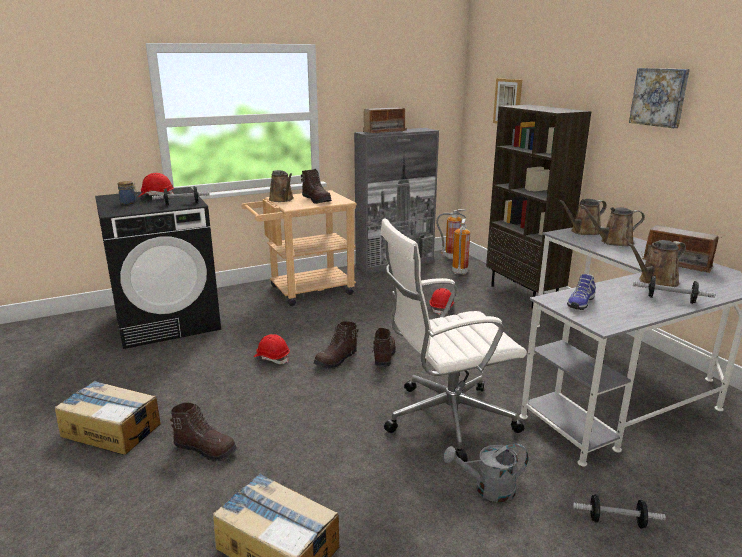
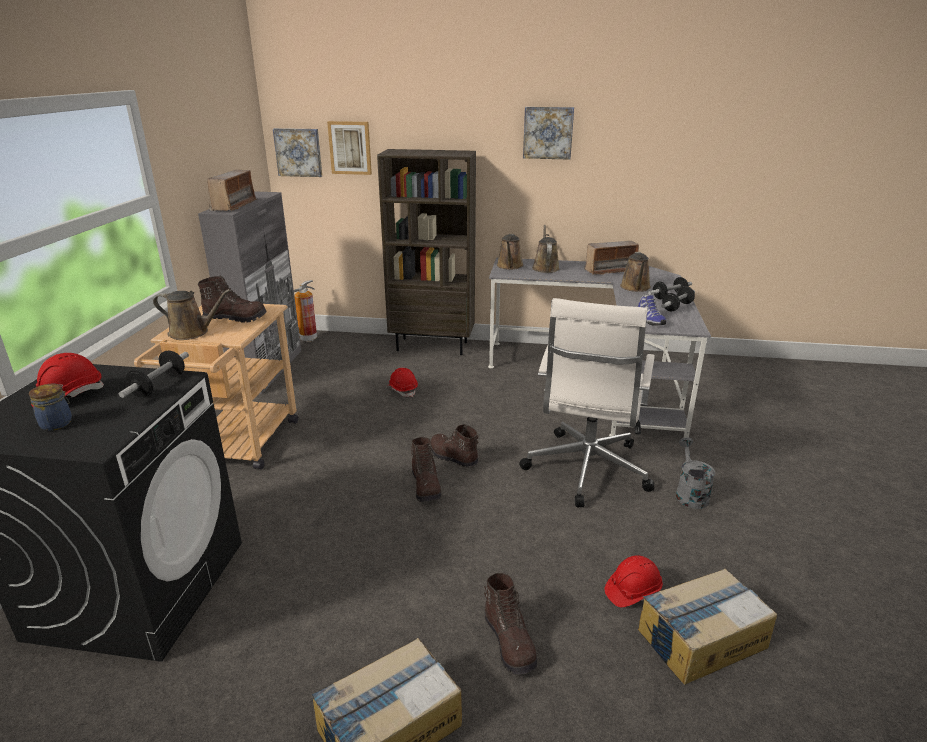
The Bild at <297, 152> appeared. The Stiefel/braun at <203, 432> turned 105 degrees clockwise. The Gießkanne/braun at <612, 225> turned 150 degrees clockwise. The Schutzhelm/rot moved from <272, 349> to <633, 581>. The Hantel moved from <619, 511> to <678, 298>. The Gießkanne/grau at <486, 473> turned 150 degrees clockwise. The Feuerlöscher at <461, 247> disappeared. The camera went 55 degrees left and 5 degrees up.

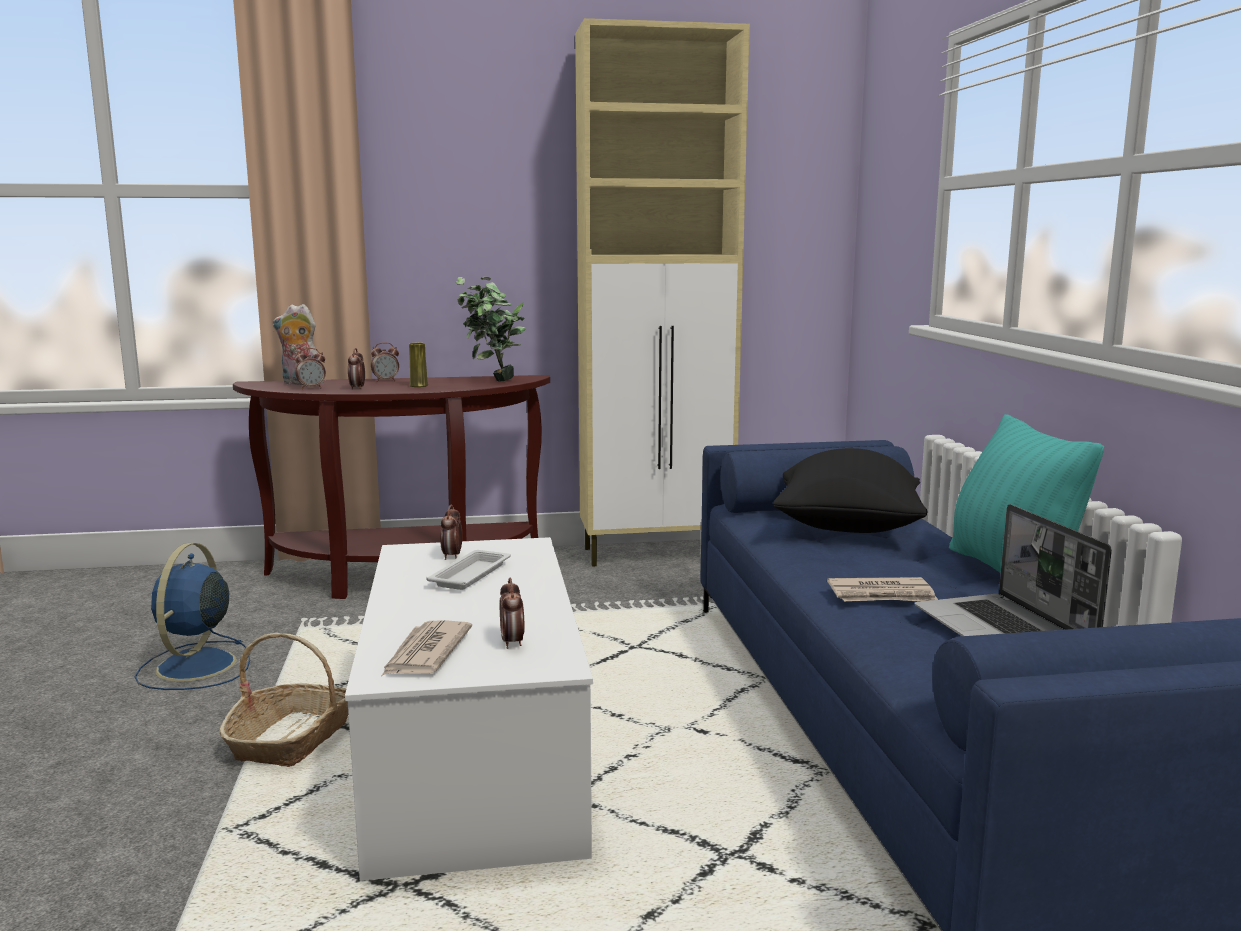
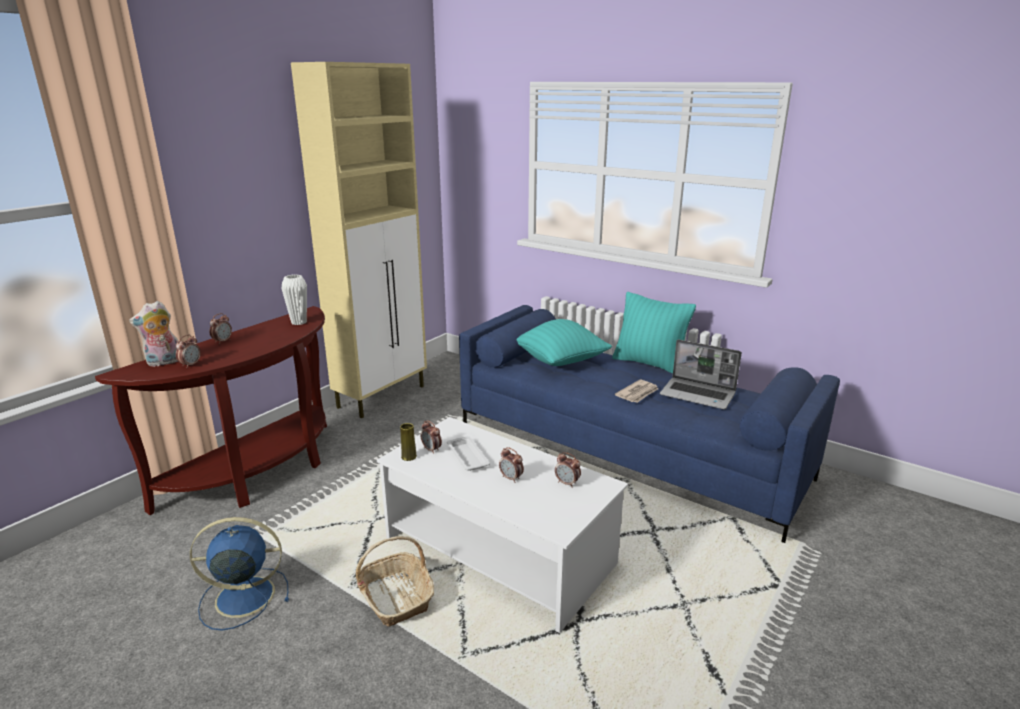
The Ventilator/blau at <192, 616> turned 120 degrees clockwise. The Topfpflanze at <491, 329> was replaced by the Vase/weiß at <294, 299>. The Vase/gelb moved from <418, 365> to <408, 442>. The Wecker moved from <356, 369> to <511, 465>. The Kissen/schwarz at <850, 490> became the Kissen/türkis at <564, 342>. The Zeitung at <427, 647> disappeared. The camera went 45 degrees left and 10 degrees up.

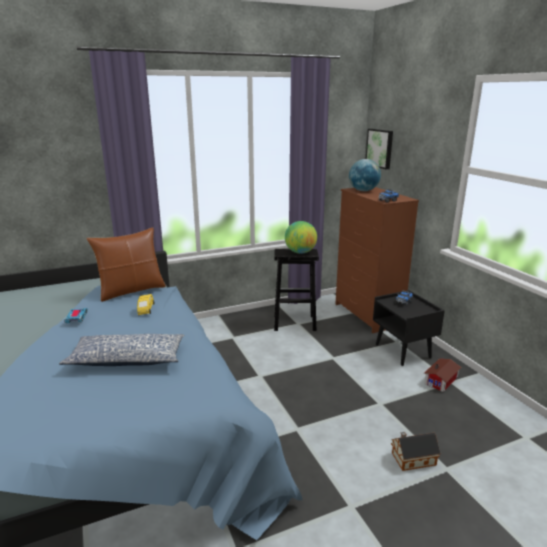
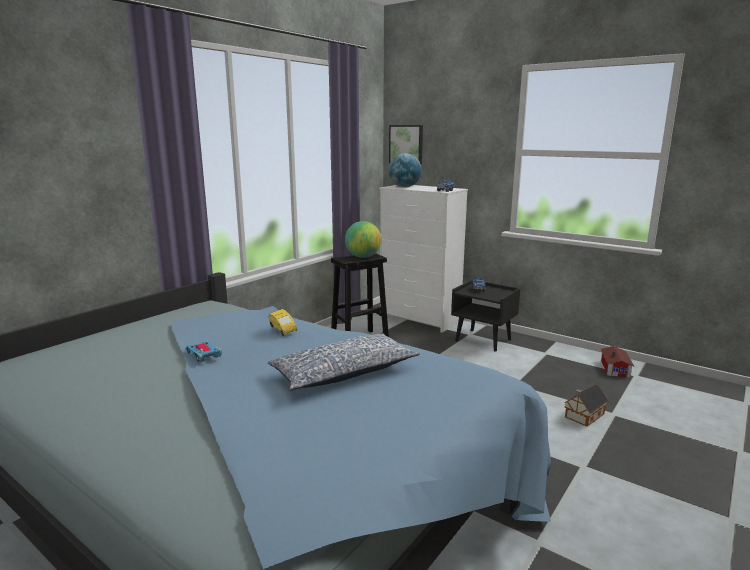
The Kommode/braun at <377, 260> became the Kommode/weiß at <423, 259>. The Spielzeughaus moved from <442, 375> to <617, 362>. The Kissen/braun at <126, 264> disappeared. The camera went 30 degrees left and 5 degrees down.

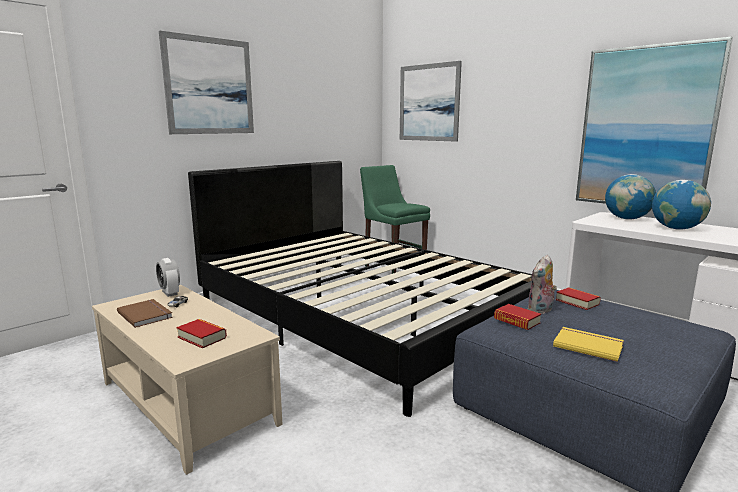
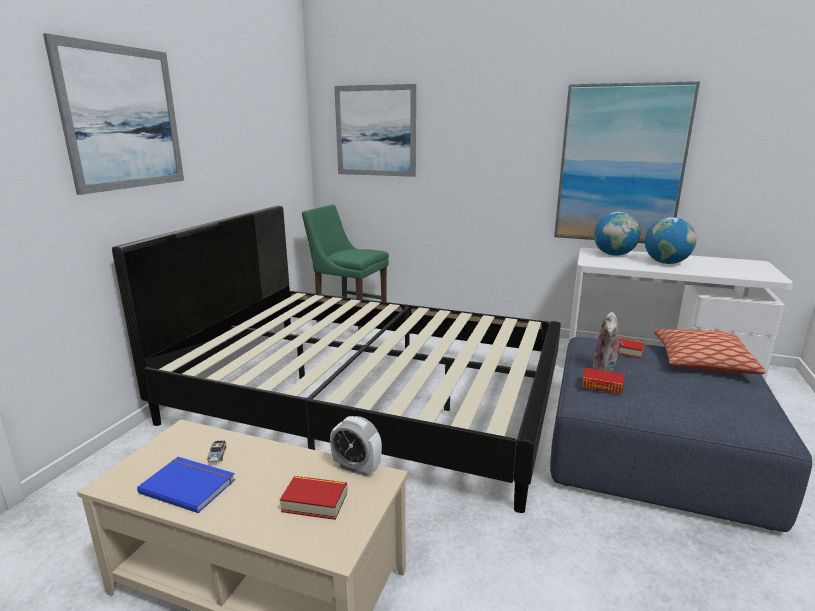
The Buch/braun at <145, 313> became the Buch/blau at <186, 485>. The Wecker moved from <168, 277> to <356, 446>. The Kissen at <710, 351> appeared. The Buch/gelb at <588, 344> disappeared. The camera went 25 degrees left and 5 degrees up.

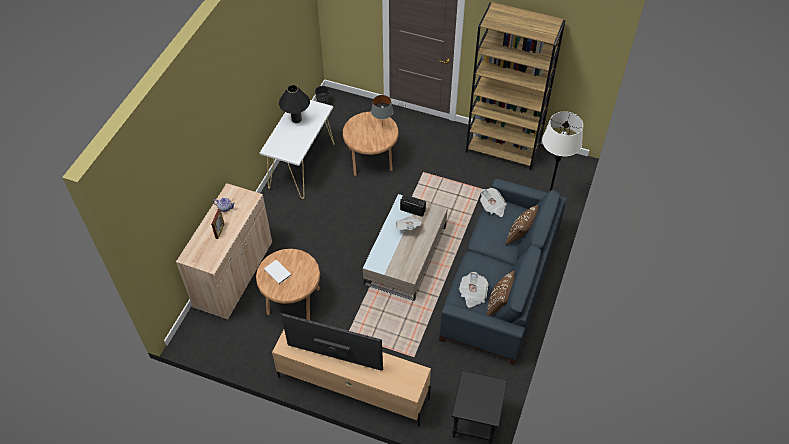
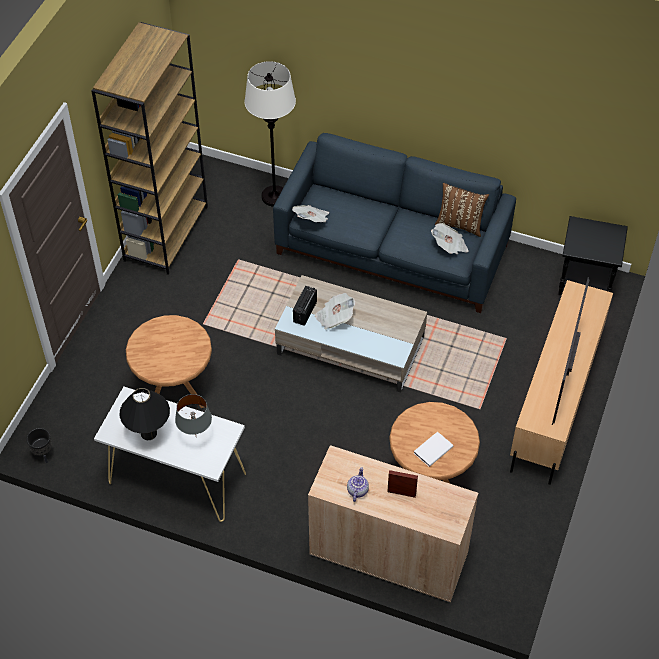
The Tischlampe/grau moved from <382, 110> to <193, 414>. The Kissen/braun at <522, 225> disappeared. The camera went 90 degrees left and 0 degrees up.

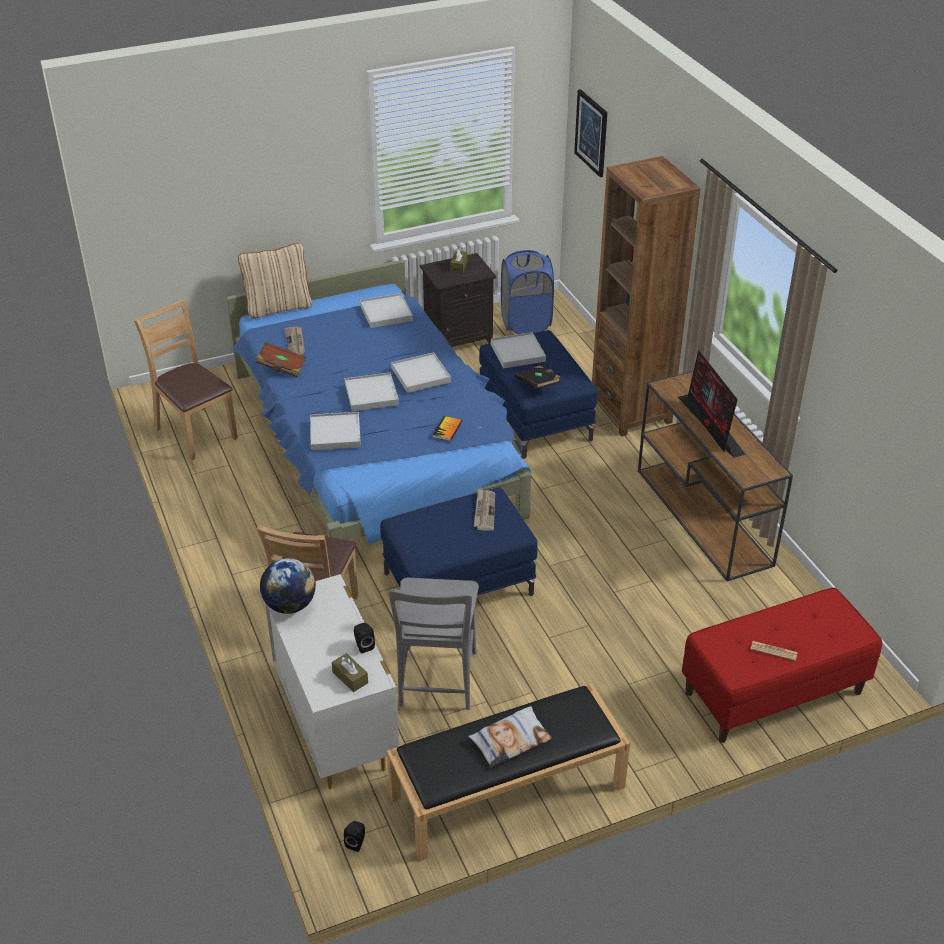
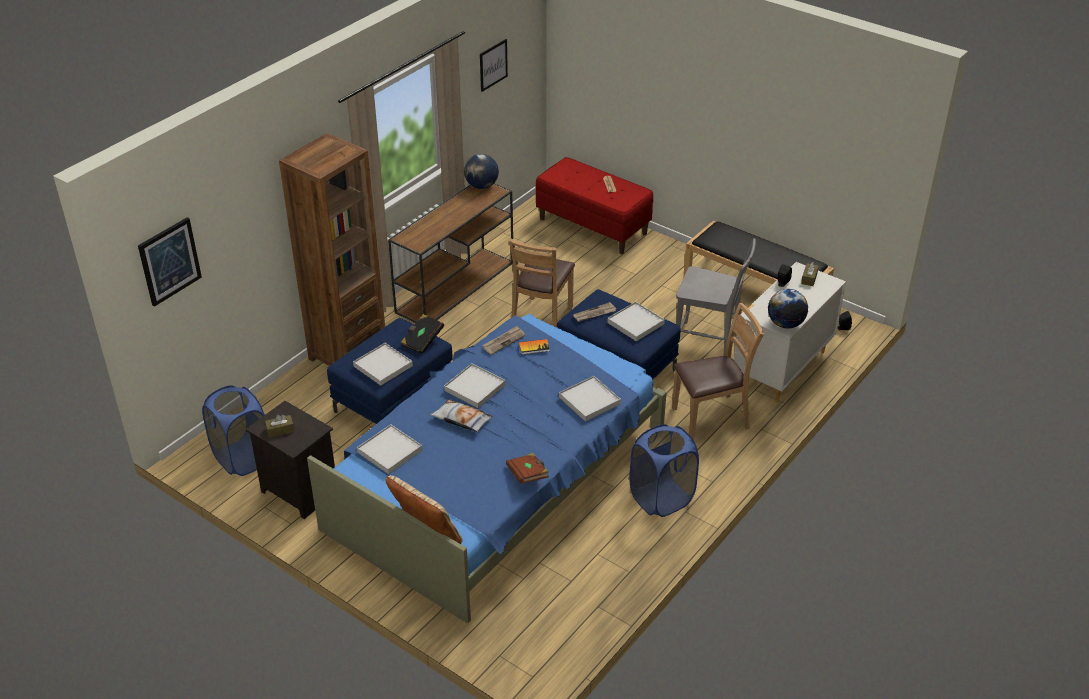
The Kissen moved from <510, 736> to <462, 416>. The Globus at <481, 171> appeared. The Bild at <494, 65> appeared. The Zeitung moved from <294, 341> to <504, 340>. The Stuhl/braun moved from <186, 380> to <542, 282>. The Tablett/weiß moved from <371, 391> to <636, 321>. The Wäschekorb/blau at <664, 470> appeared. The Stuhl/grau at <434, 644> turned 45 degrees clockwise. The Monitor at <712, 404> disappeared. The camera went 120 degrees left and 0 degrees up.

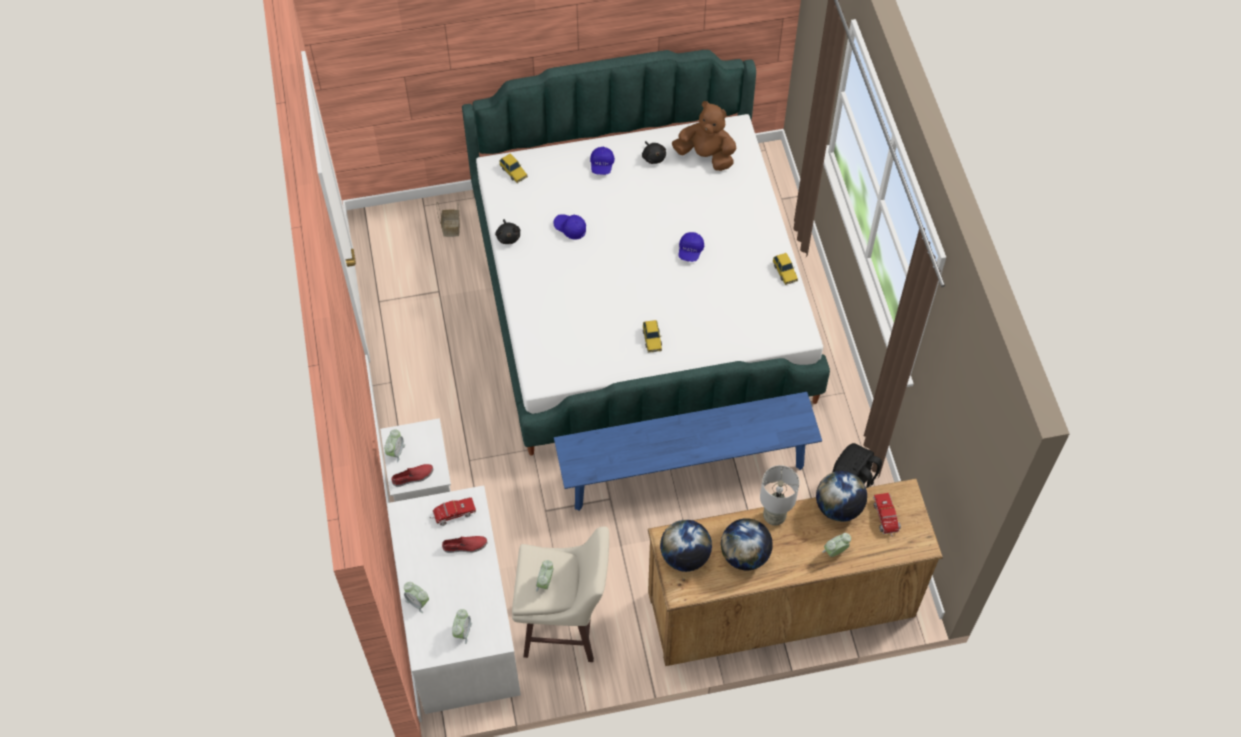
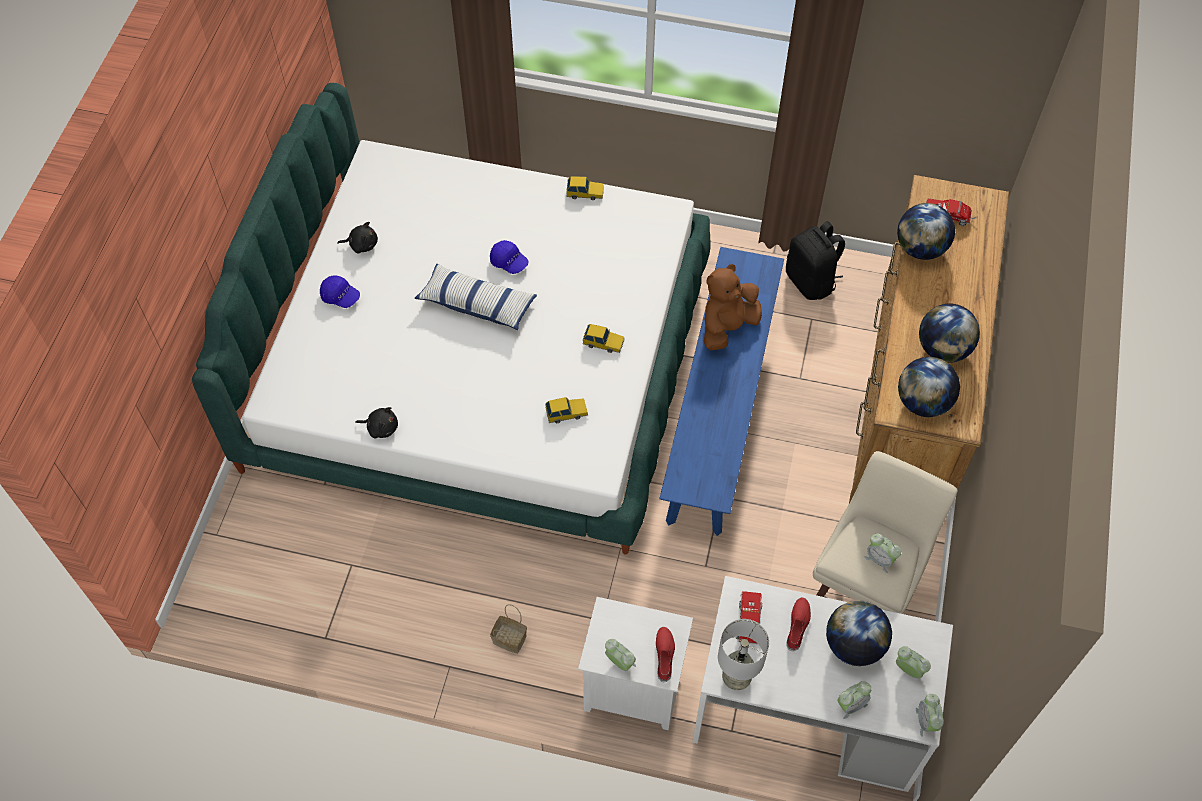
The Kissen at <476, 297> appeared. The Korb moved from <448, 219> to <508, 629>. The Spielzeugauto moved from <513, 168> to <566, 410>. The Plüschtier/braun moved from <704, 136> to <733, 307>. The Tischlampe/grau moved from <779, 495> to <743, 654>. The Globus at <859, 633> appeared. The Wecker moved from <836, 545> to <930, 715>. The Kappe/blau at <569, 227> disappeared. The camera went 65 degrees left and 0 degrees up.

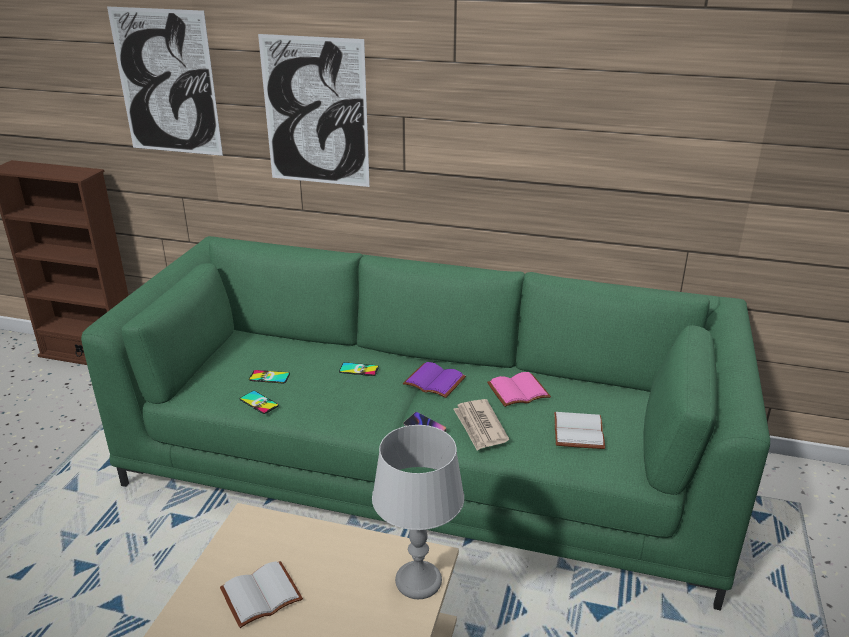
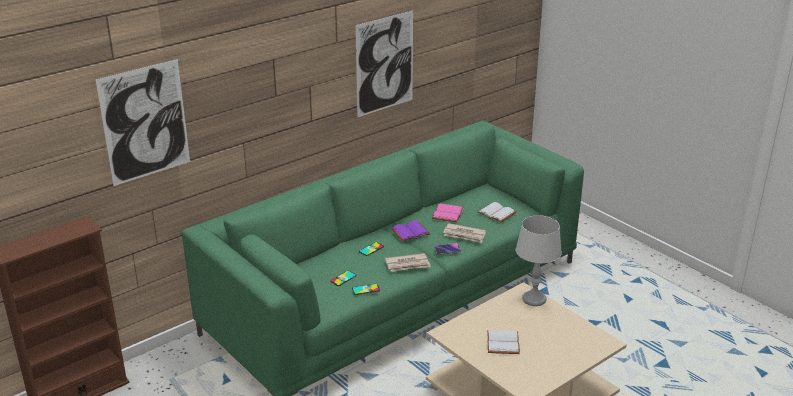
The Bild moved from <314, 110> to <384, 64>. The Zeitung at <408, 262> appeared. The camera went 55 degrees left and 0 degrees up.

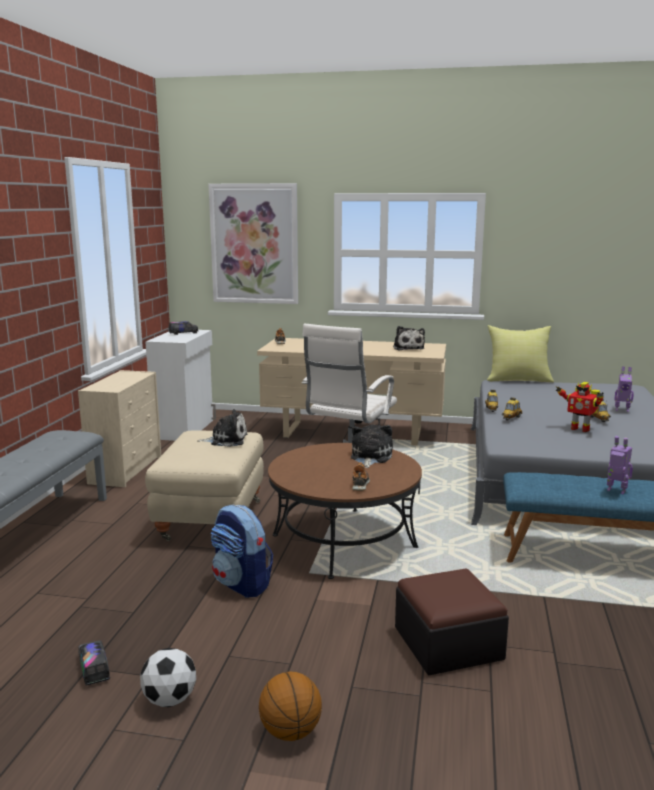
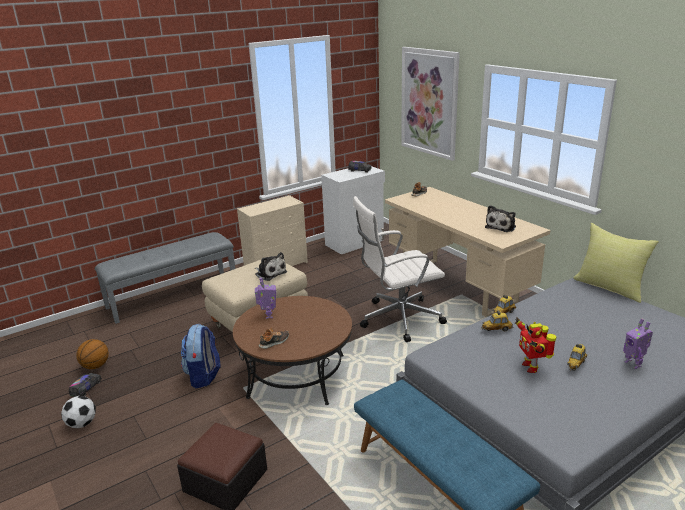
The Basketball moved from <290, 706> to <92, 354>. The Spielzeugroboter moved from <620, 465> to <265, 298>. The Plüschtier at <372, 446> disappeared. The camera went 45 degrees right and 10 degrees up.

